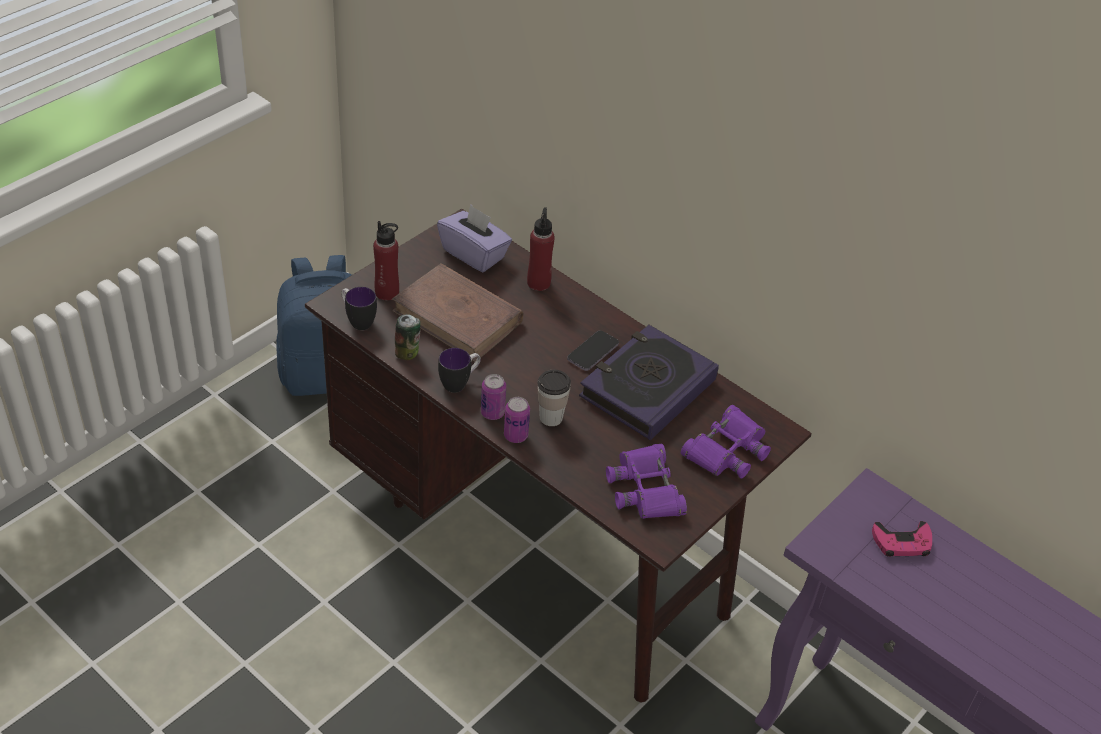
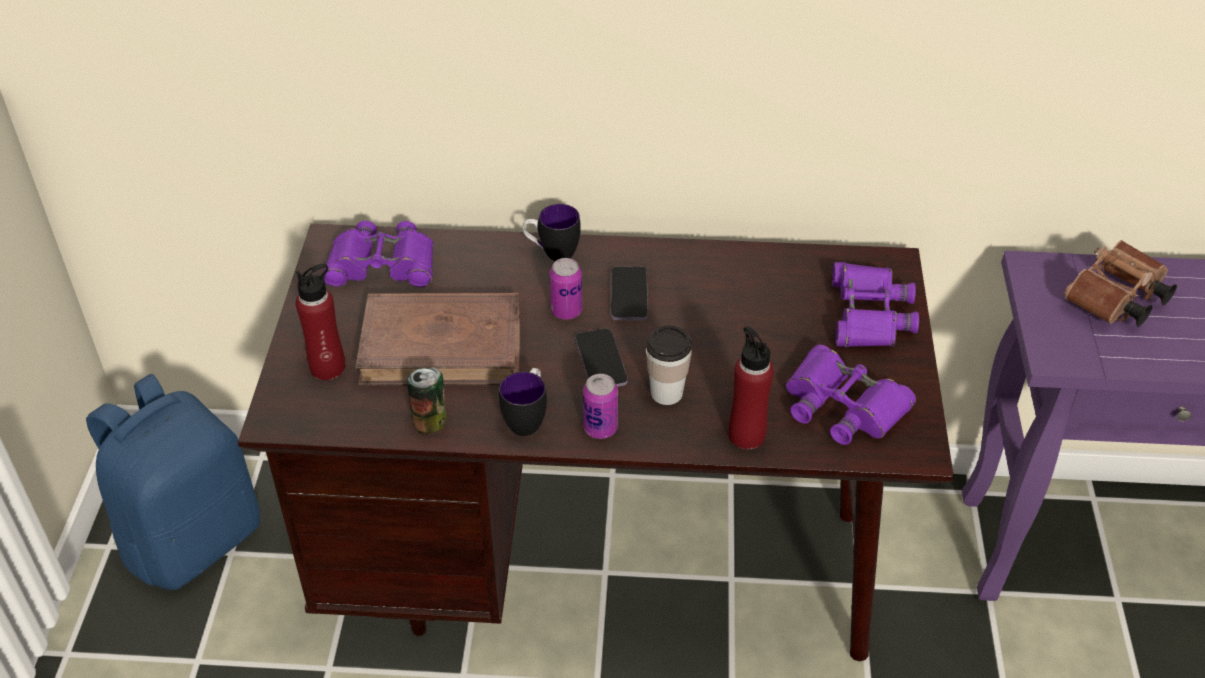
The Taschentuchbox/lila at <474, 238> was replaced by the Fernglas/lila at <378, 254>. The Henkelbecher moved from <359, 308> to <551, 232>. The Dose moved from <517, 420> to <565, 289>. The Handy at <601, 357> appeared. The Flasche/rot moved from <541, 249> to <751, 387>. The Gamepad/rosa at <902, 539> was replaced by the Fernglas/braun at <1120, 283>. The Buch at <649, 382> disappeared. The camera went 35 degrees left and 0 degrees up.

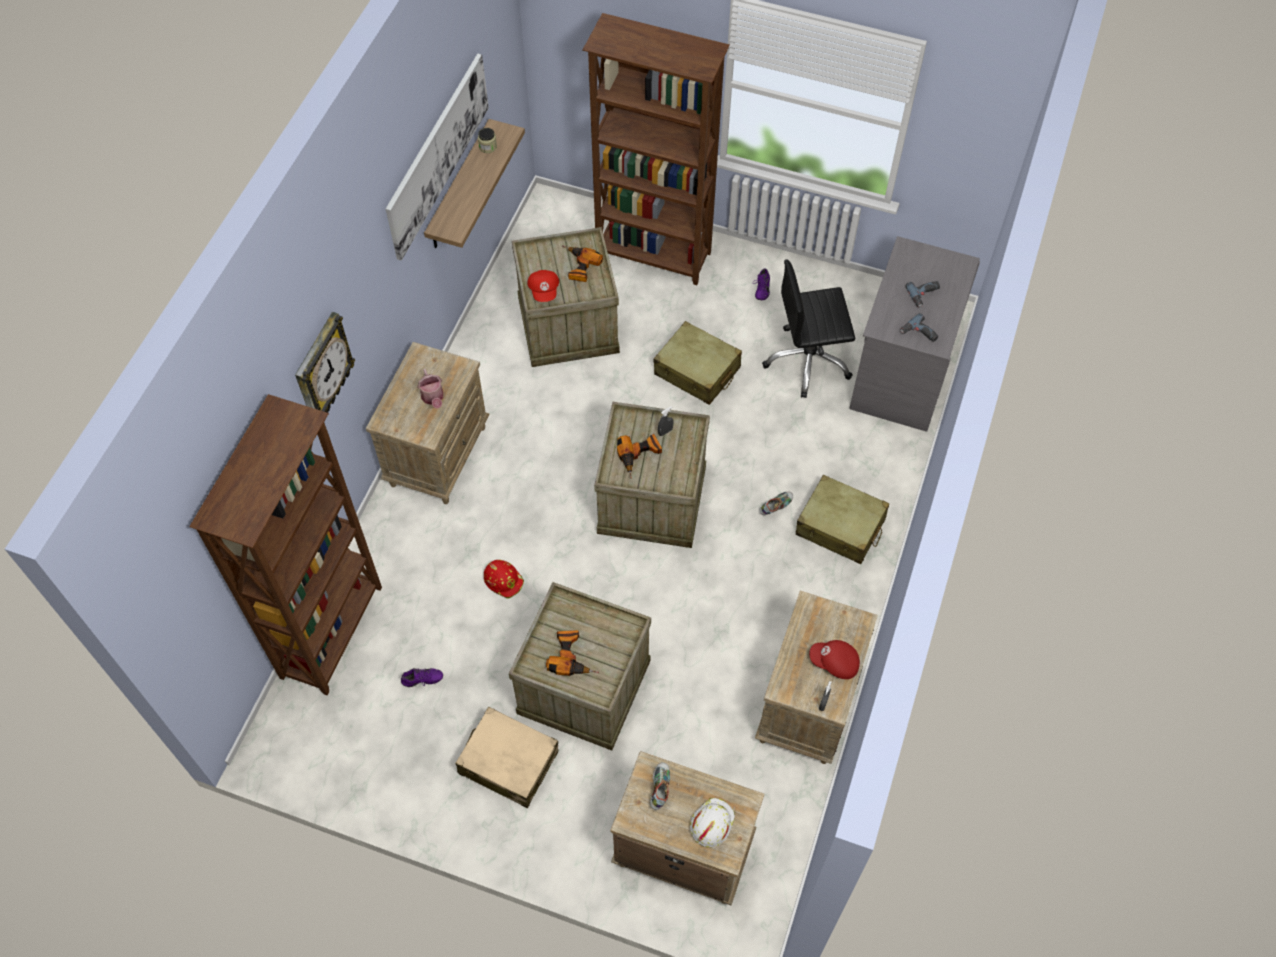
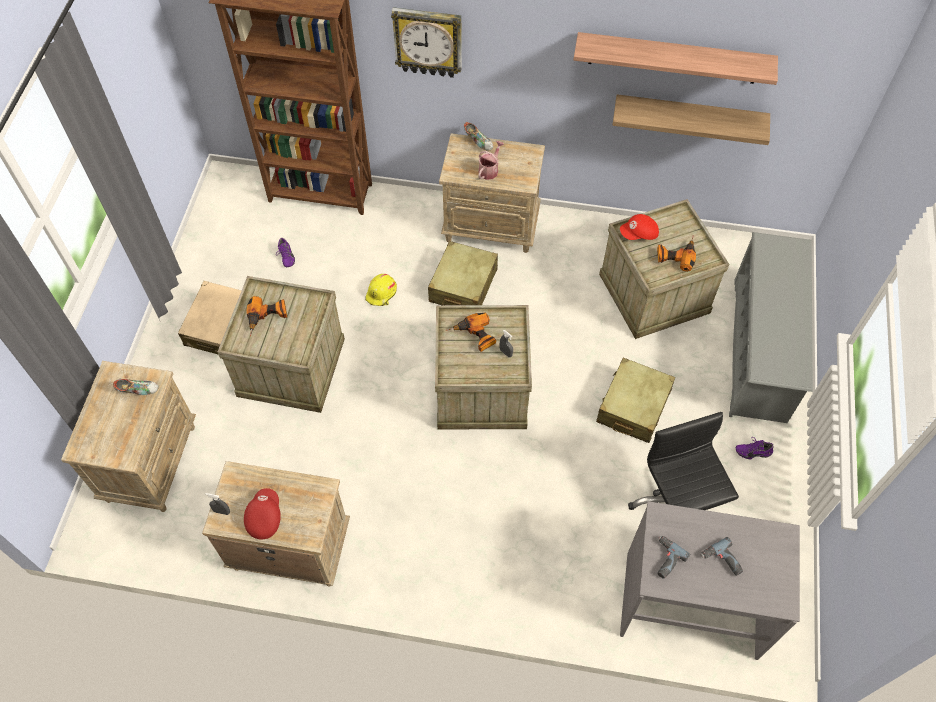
The Schutzhelm/rot at <504, 579> became the Schutzhelm/gelb at <381, 290>. The Koffer/beige moved from <842, 519> to <463, 273>. The Schuh moved from <776, 503> to <478, 136>. The Gießkanne at <430, 389> turned 150 degrees clockwise. The Bild at <437, 157> was replaced by the Wandregal at <676, 58>. The Bücherregal/braun at <656, 149> was replaced by the Schuhregal/grau at <771, 327>. The Vorratsglas at <487, 140> disappeared. The Schutzhelm/weiß at <712, 822> disappeared. The camera went 80 degrees right and 0 degrees up.

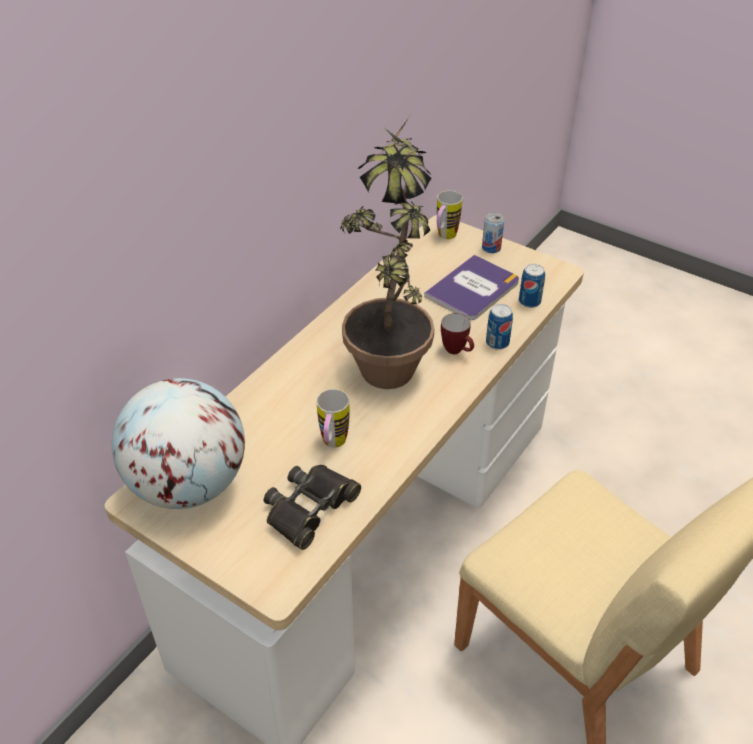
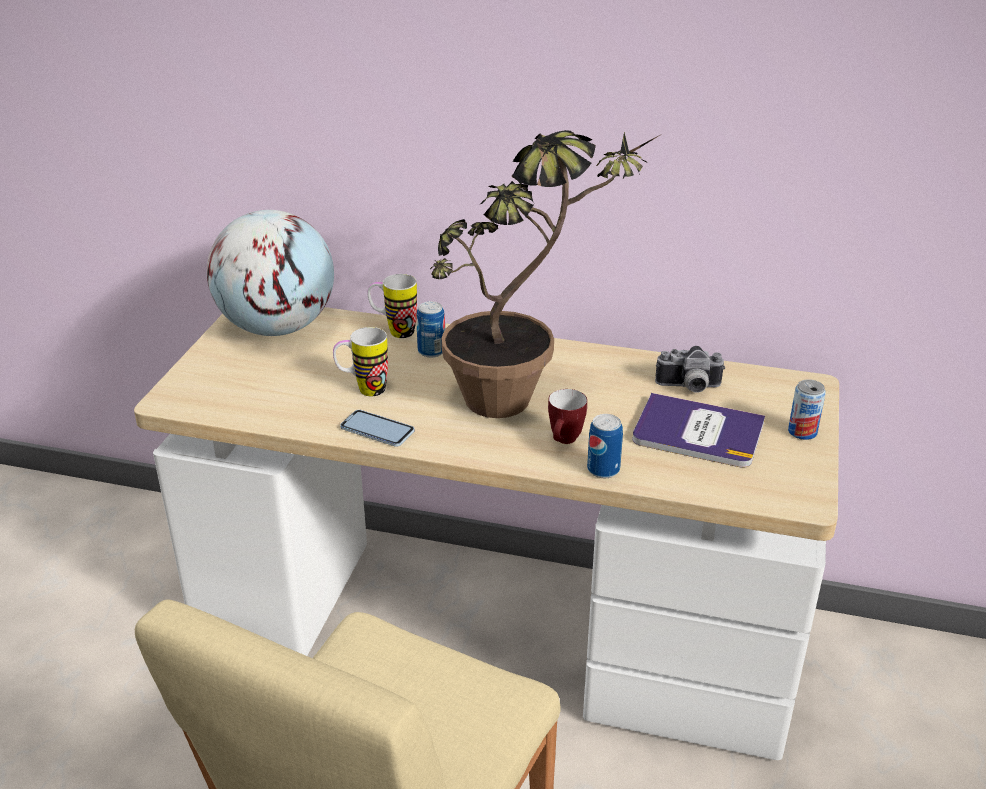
The Handy at <377, 428> appeared. The Henkelbecher moved from <449, 215> to <392, 306>. The Dose moved from <532, 286> to <430, 329>. The Kamera at <690, 369> appeared. The Fernglas/schwarz at <312, 507> disappeared. The camera went 70 degrees right and 10 degrees down.

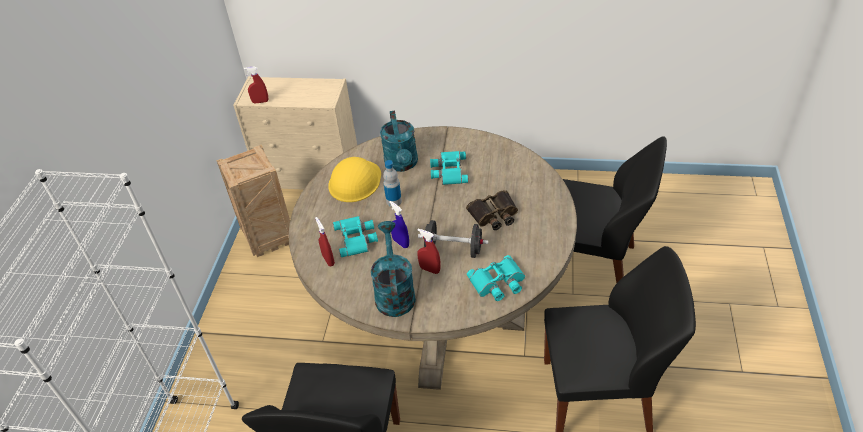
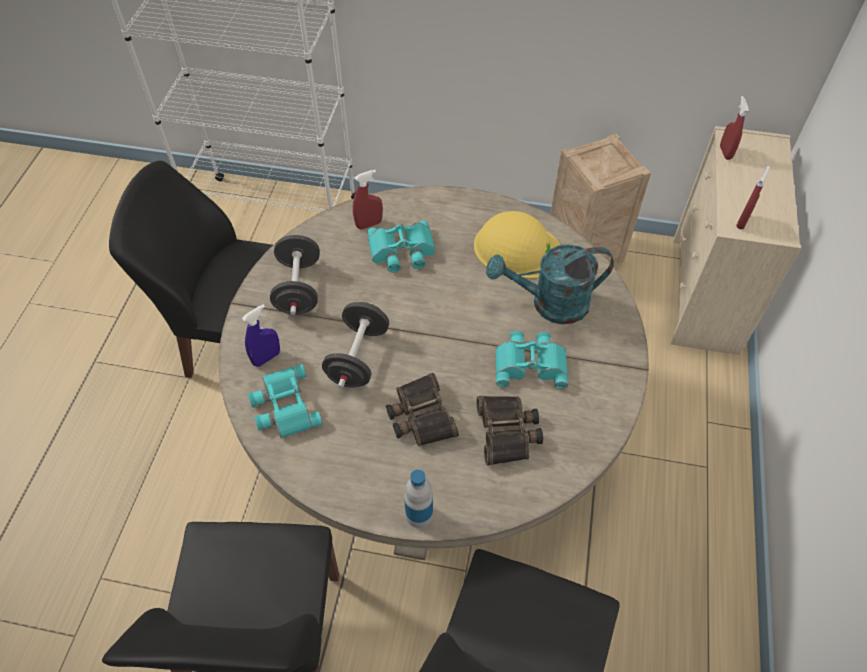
The Sprühflasche/blau moved from <399, 224> to <261, 335>. The Gießkanne/türkis at <393, 269> was replaced by the Hantel/schwarz at <295, 275>. The Flasche moved from <392, 183> to <418, 498>. The Fernglas at <509, 431> appeared. The Sprühflasche/rot moved from <429, 251> to <753, 197>. The camera went 90 degrees right and 10 degrees up.

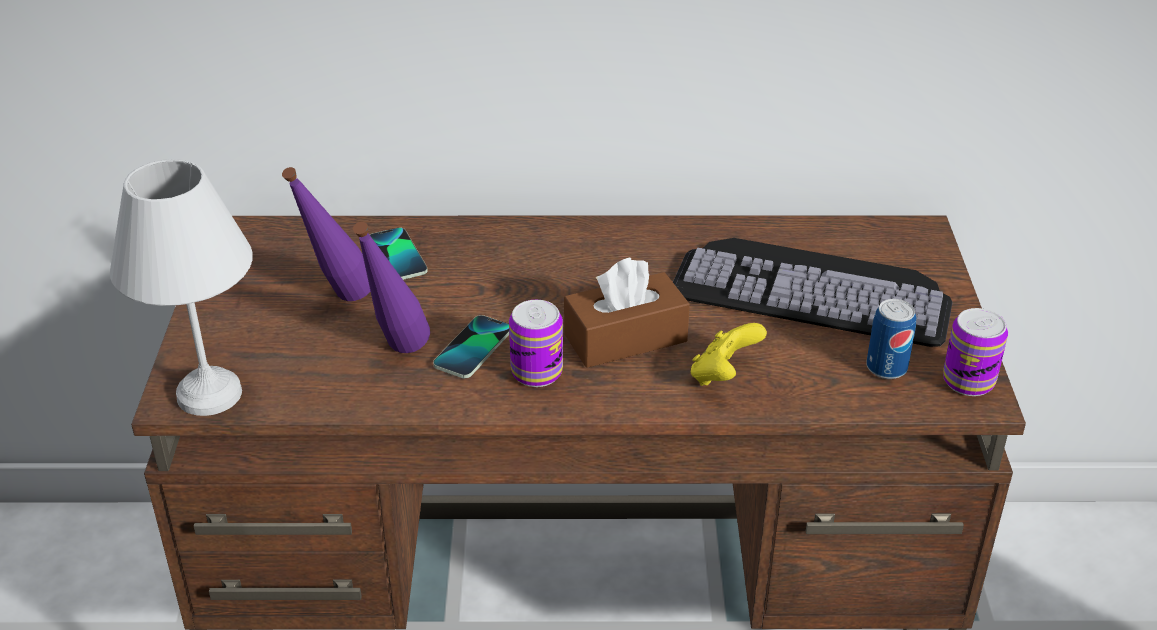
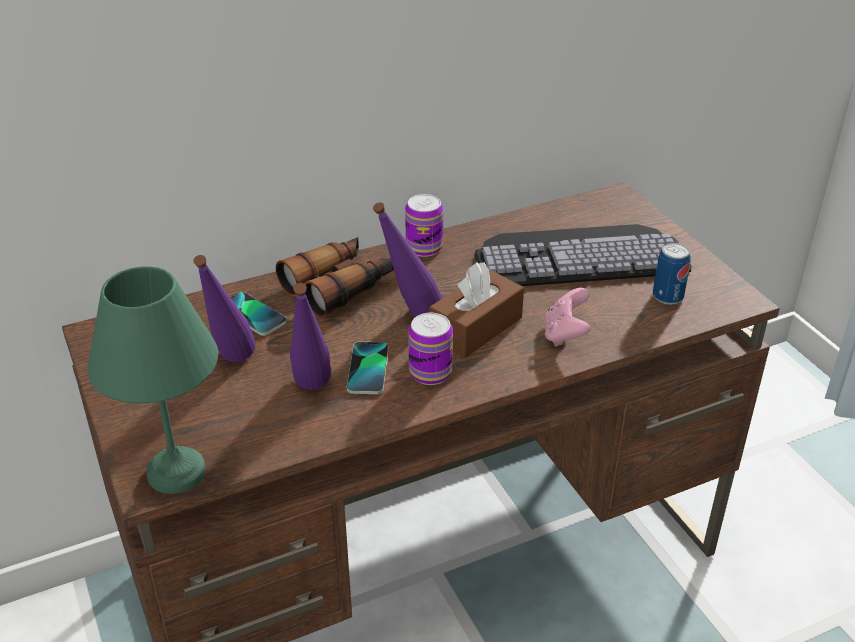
The Tischlampe/weiß at <181, 287> became the Tischlampe/grün at <153, 380>. The Fernglas at <335, 277> appeared. The Flasche/lila at <408, 260> appeared. The Dose moved from <975, 352> to <424, 225>. The Gamepad/gelb at <729, 354> became the Gamepad/rosa at <568, 317>. The camera went 25 degrees left and 0 degrees up.

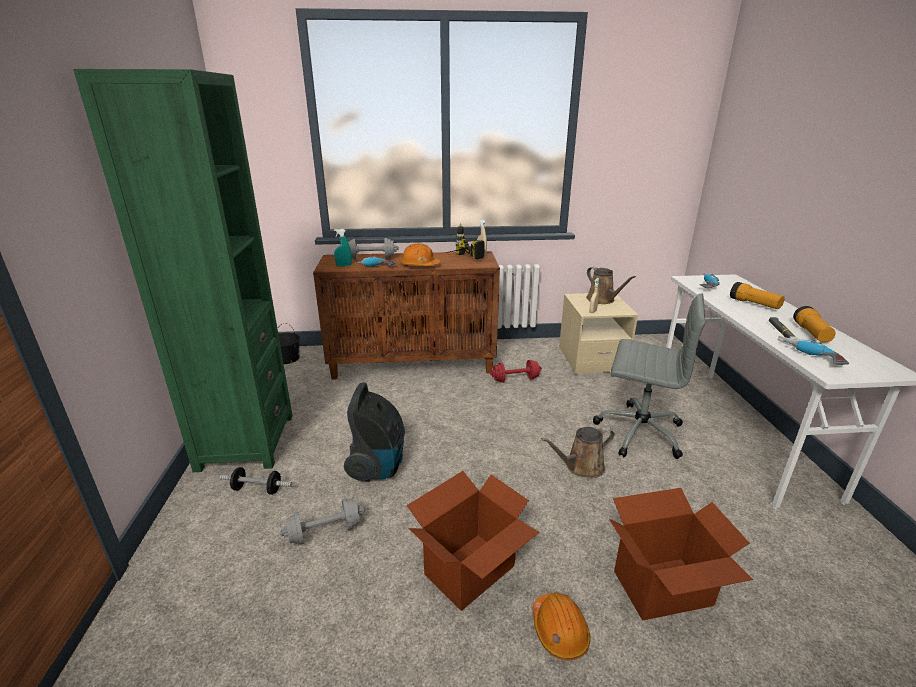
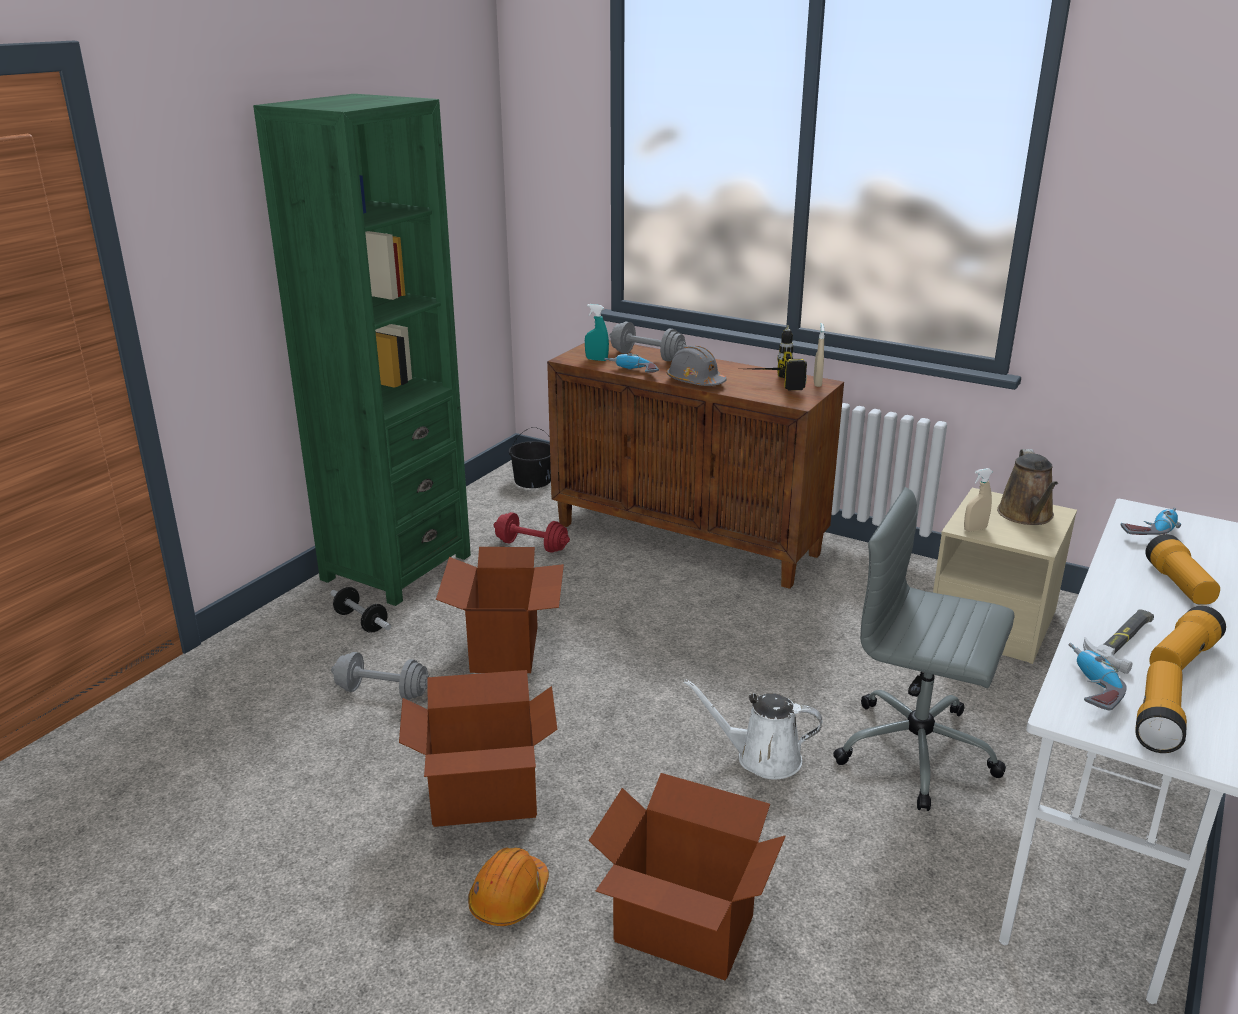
The Staubsauger at <374, 432> was replaced by the Karton at <500, 610>. The Hantel/rot moved from <516, 371> to <532, 532>. The Schutzhelm/orange at <420, 254> became the Schutzhelm/grau at <697, 366>. The Gießkanne/braun at <578, 452> became the Gießkanne/weiß at <753, 729>. The Bürostuhl/grau at <649, 376> turned 150 degrees clockwise. The Taschenlampe at <1161, 707> appeared. The camera went 35 degrees right and 0 degrees up.

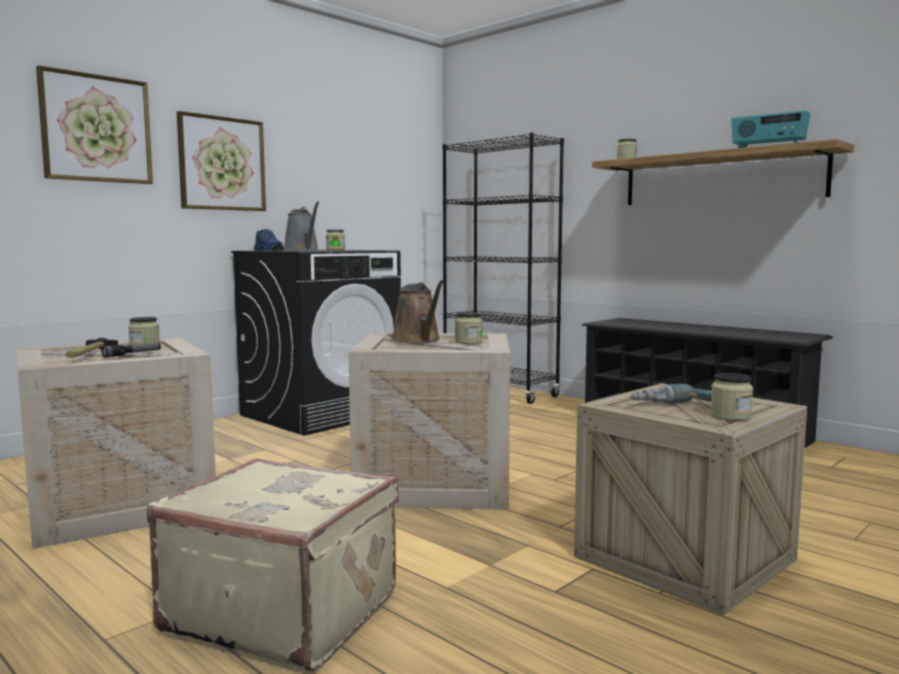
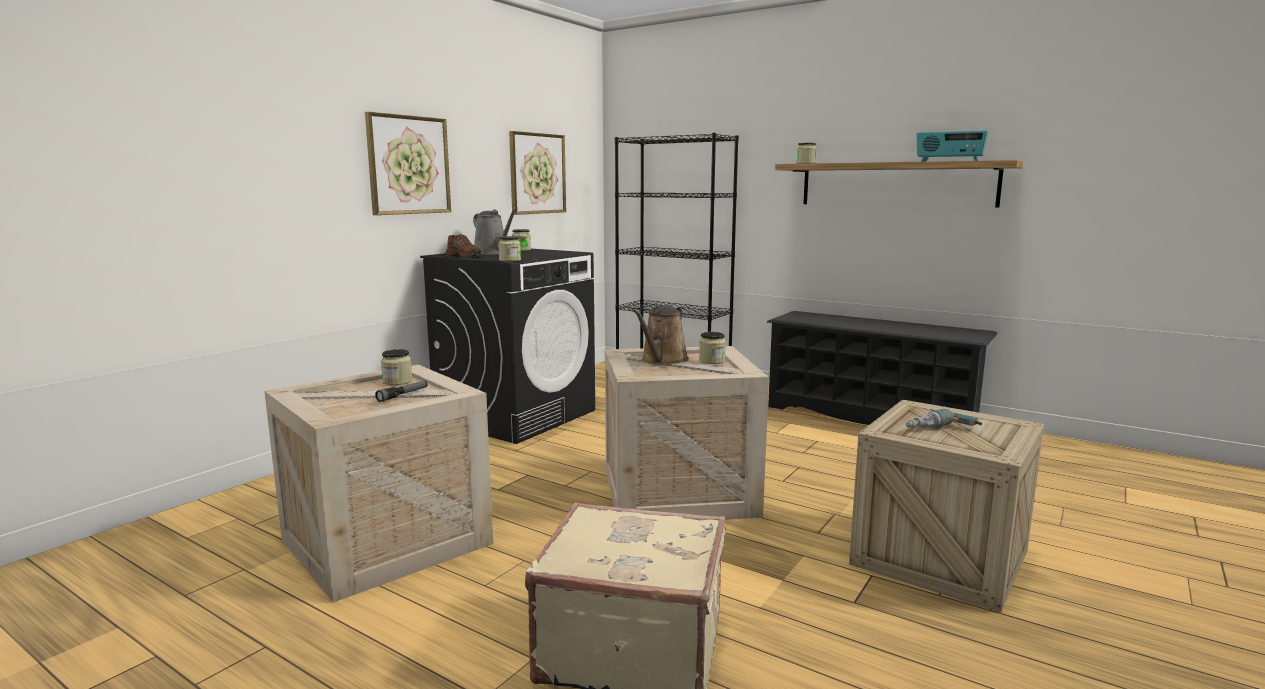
The Schuh/blau at <269, 240> became the Schuh/braun at <463, 246>. The Vorratsglas moved from <731, 397> to <509, 249>. The Bild moved from <94, 124> to <537, 173>. The Gießkanne/braun at <418, 312> turned 60 degrees clockwise. The Hammer at <92, 348> disappeared. The camera went 10 degrees left and 5 degrees up.

